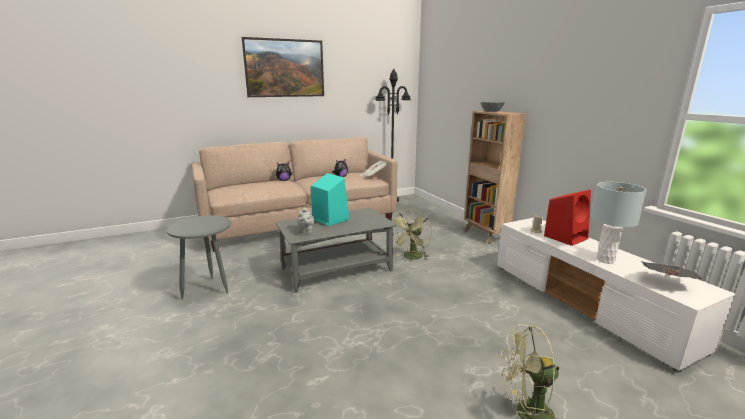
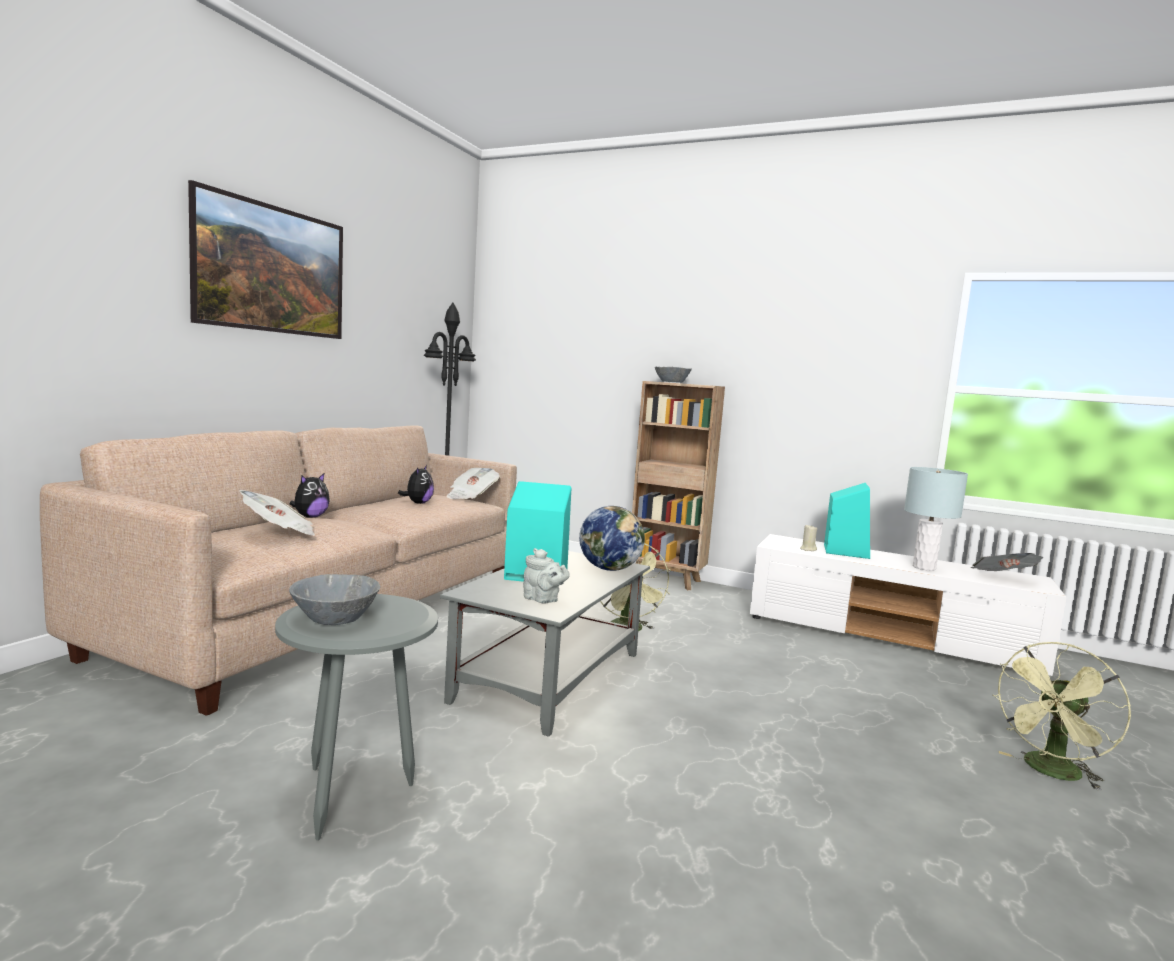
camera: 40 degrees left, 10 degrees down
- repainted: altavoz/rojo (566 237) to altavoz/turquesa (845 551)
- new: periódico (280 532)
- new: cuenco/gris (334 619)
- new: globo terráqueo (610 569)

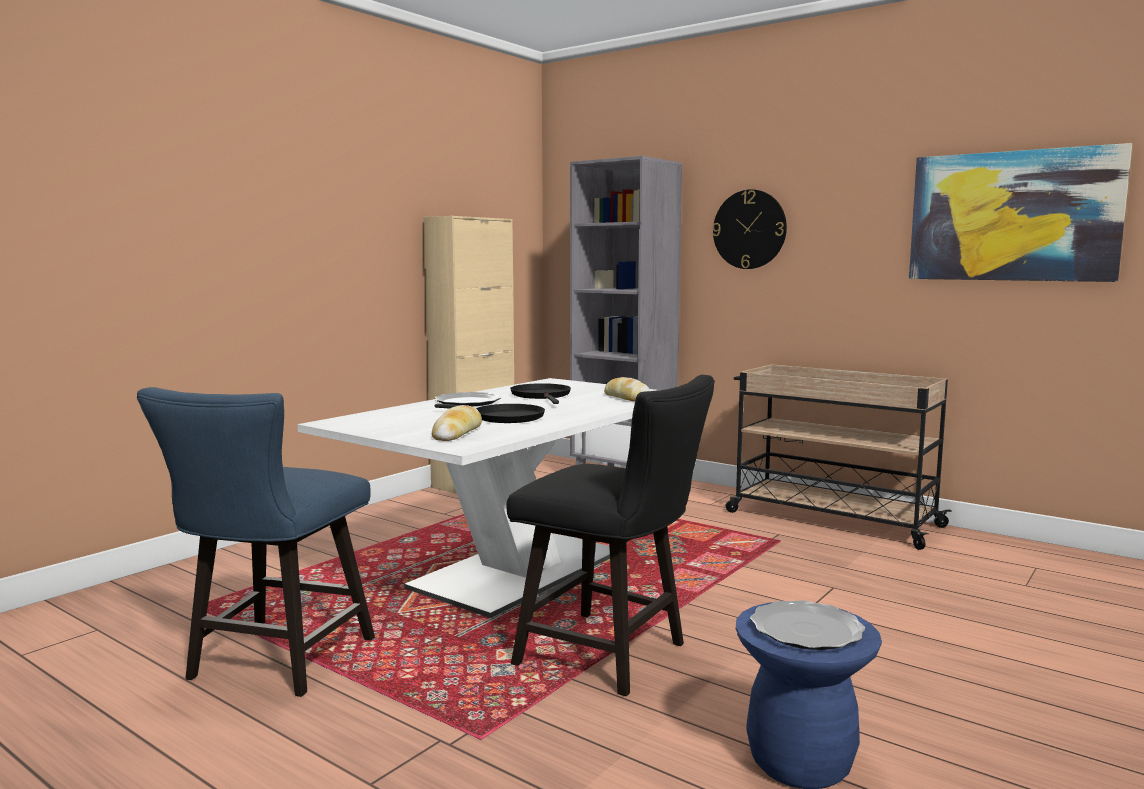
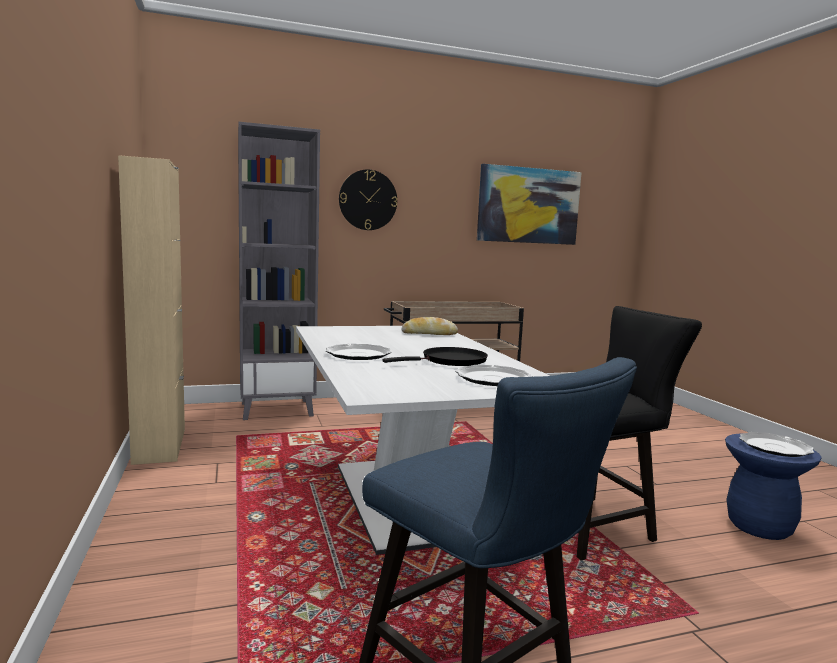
camera: 55 degrees left, 0 degrees up
- swapped: pan (457 433) to plato (493 378)
- gone: sartén/negro (542 396)

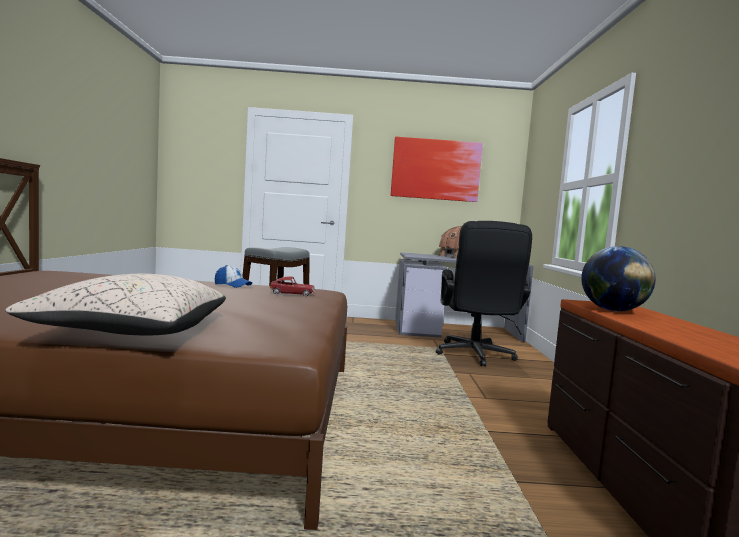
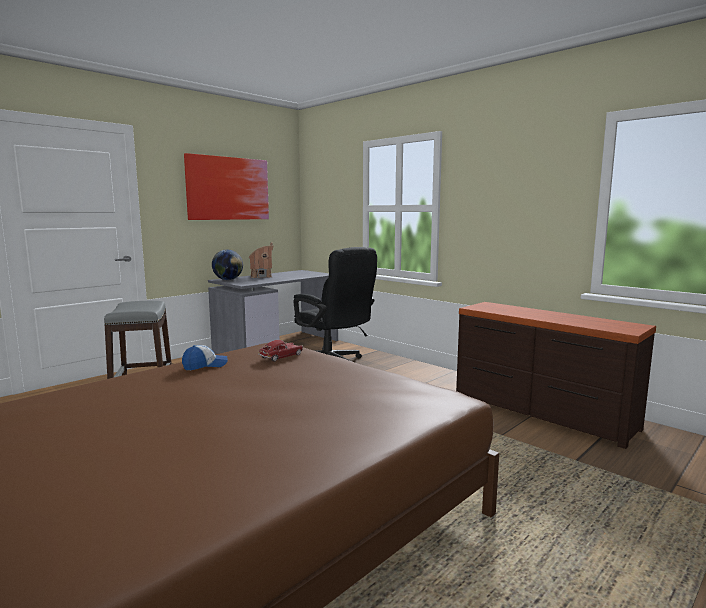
camera: 45 degrees left, 5 degrees up
- gone: cojín/beis (132 332)
- shifted: globo terráqueo (612 310) to (228 280)

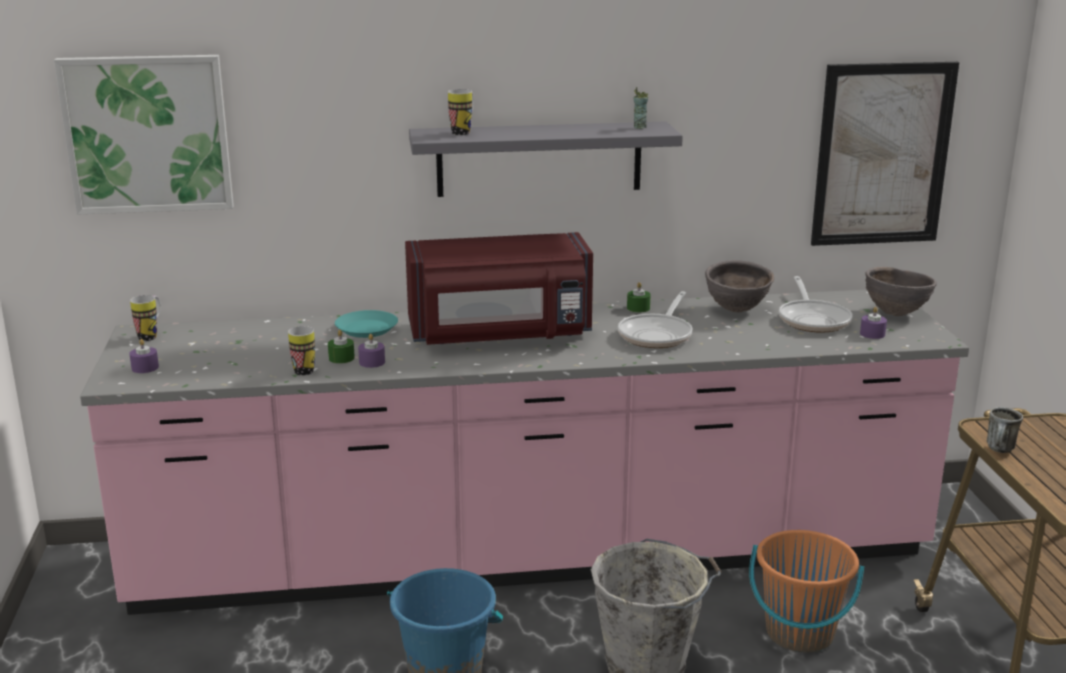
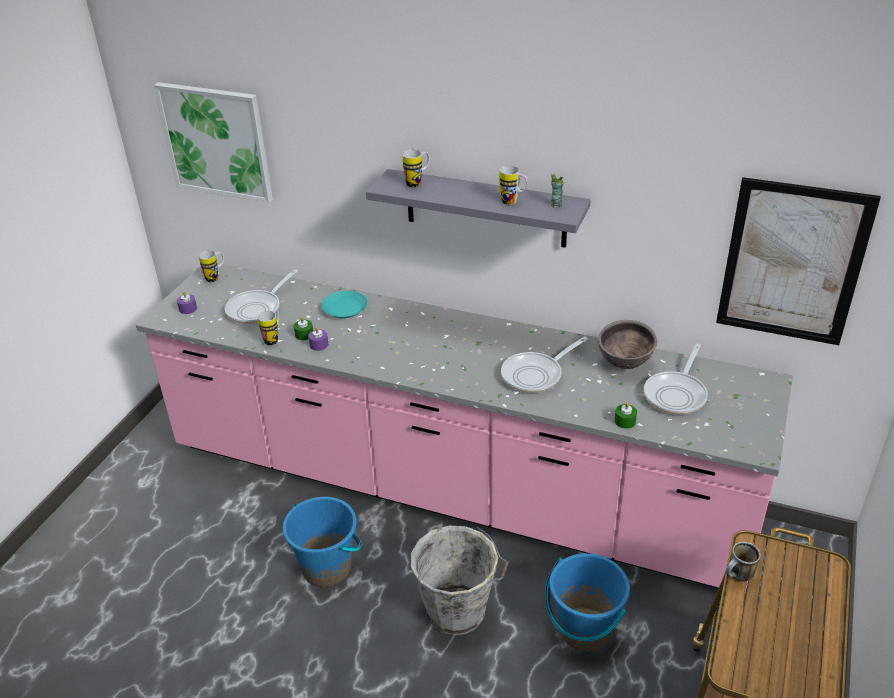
camera: 30 degrees right, 15 degrees up
- gone: microondas/rojo (500 335)
- shifted: vela/verde (638 308) to (625 421)
- repainted: cubo/naranja (799 633) to cubo/azul (584 630)
- gone: vela/morado (872 334)
- gone: cuenco/marrón (896 314)
- new: sartén (257 309)
- new: taza grande (513 202)

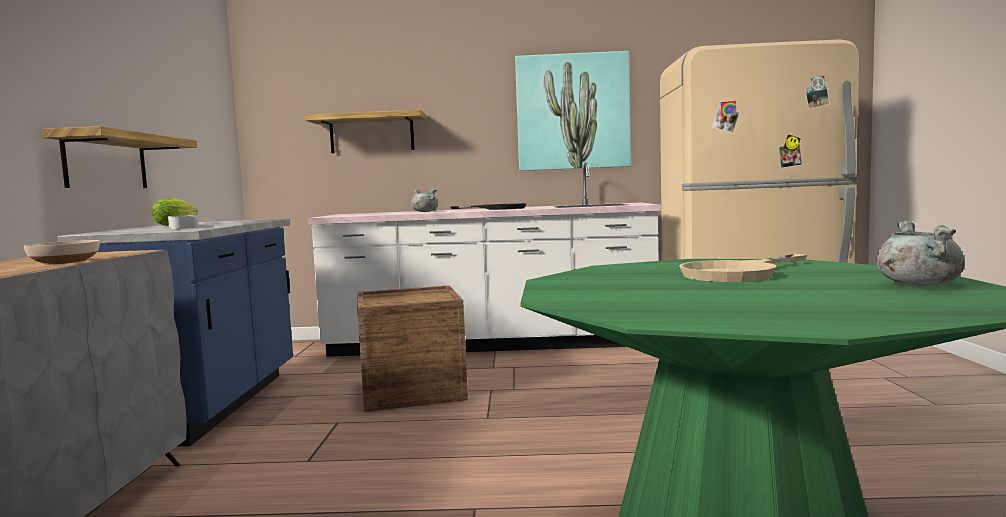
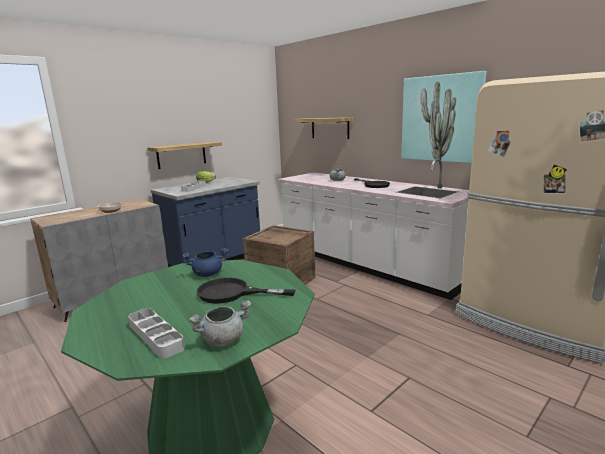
camera: 45 degrees right, 10 degrees up
- repainted: sartén/beis (738 273) to sartén/negro (232 293)
- new: bandeja/gris (155 336)
- new: olla/azul (208 274)

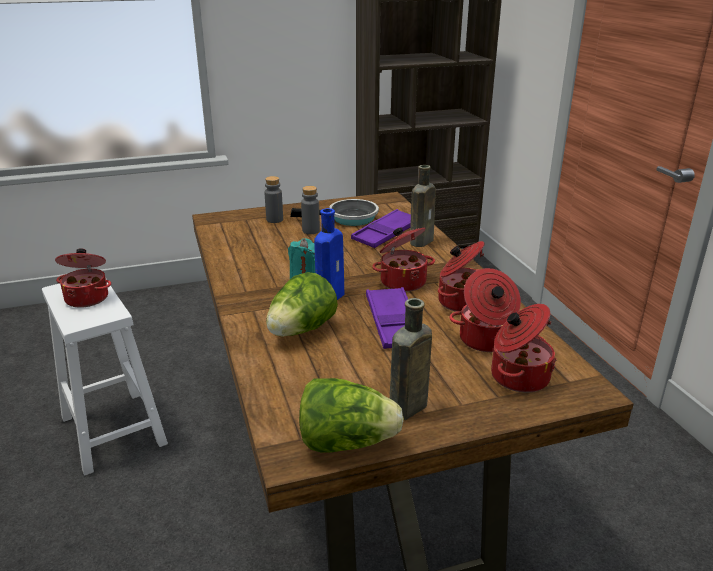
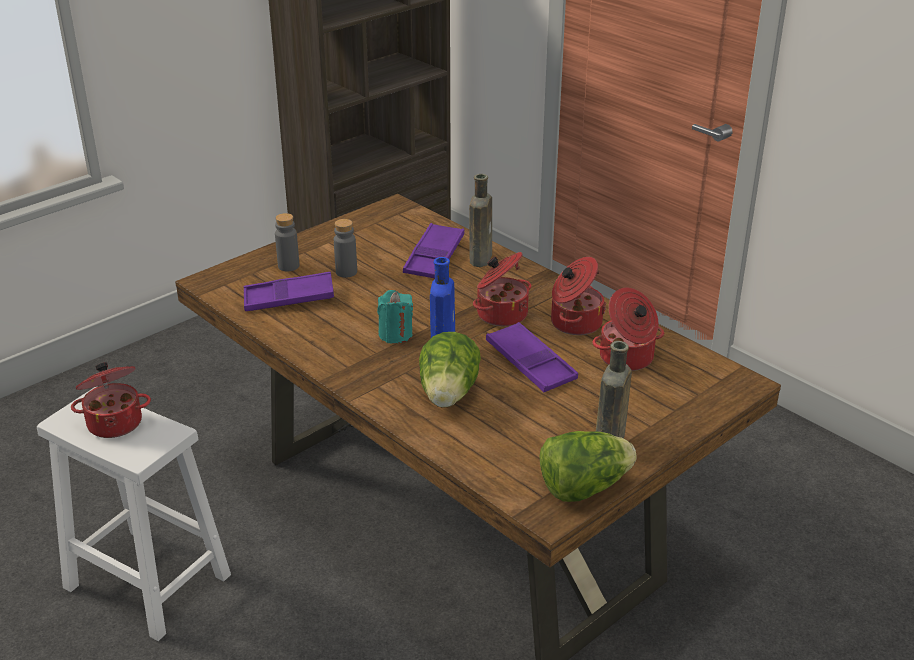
camera: 25 degrees left, 5 degrees up
- gone: sartén (348 218)
- gone: olla (518 376)
- new: bandeja/morado (289 298)

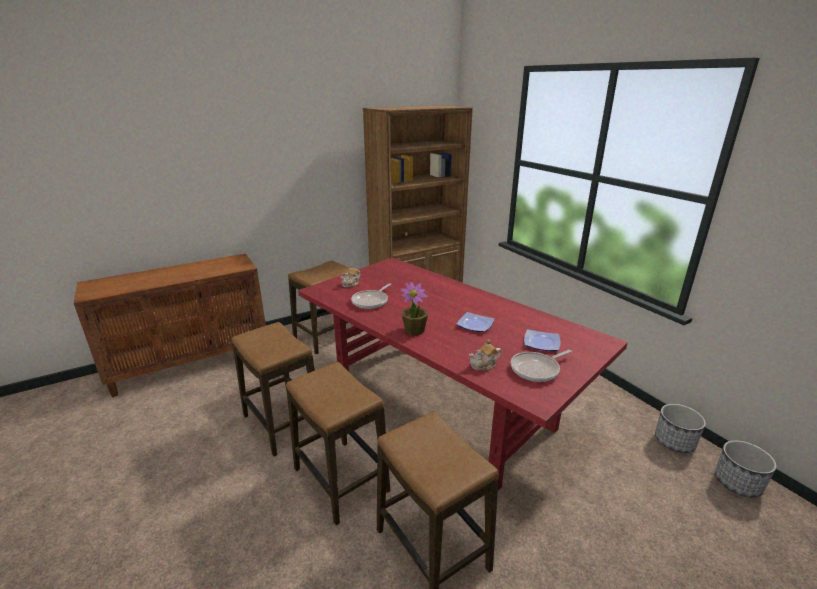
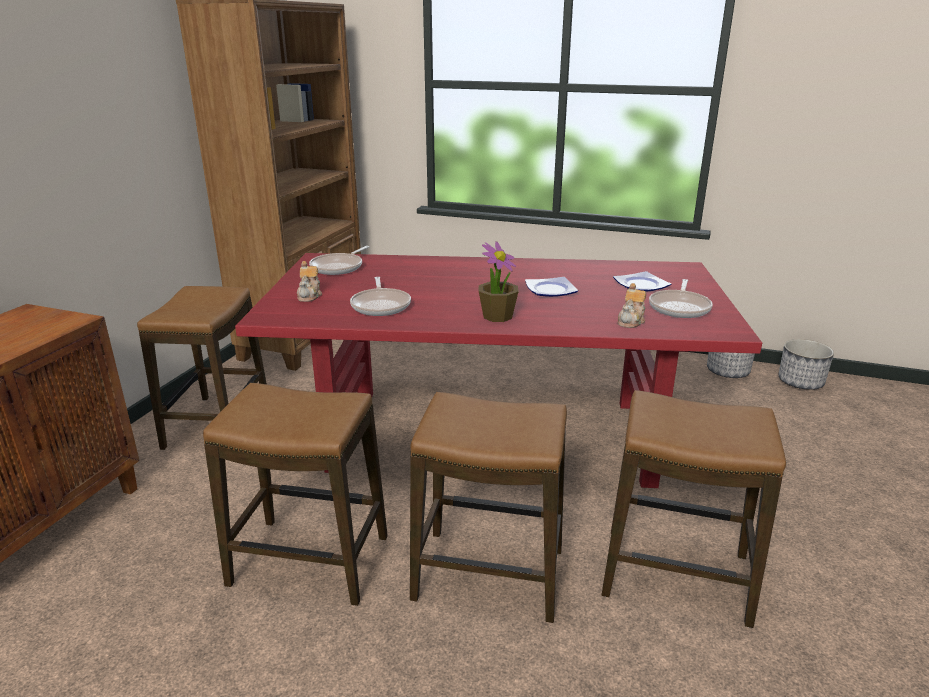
camera: 40 degrees left, 0 degrees up
- new: sartén (339 267)

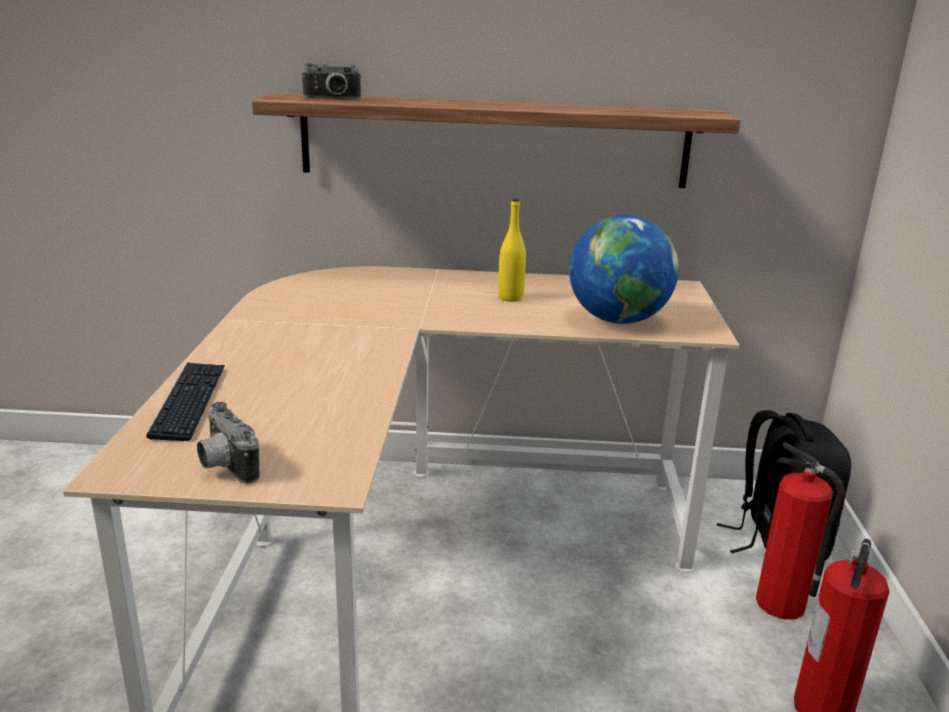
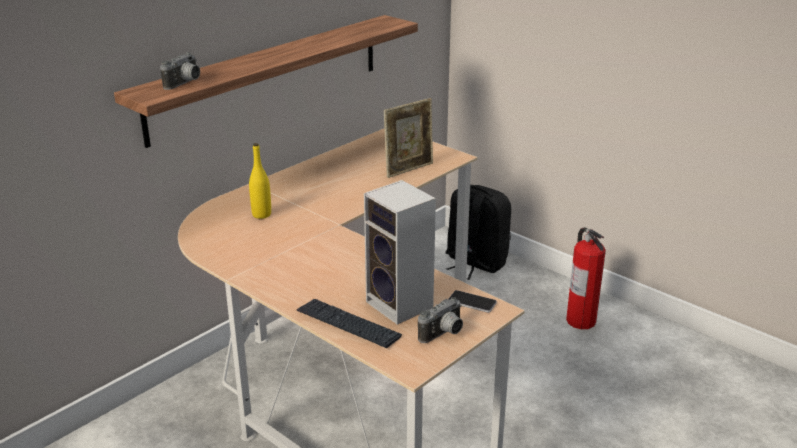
camera: 50 degrees left, 5 degrees up
- rotated: cámara (224 467) = (444 334) 45 degrees counterclockwise
- shifted: botella/amarillo (510 298) to (261 214)
- swapped: globo terráqueo (617 320) to portarretratos (409 169)
- gone: extintor (781 604)
- new: altavoz (402 305)
- new: móvil (472 302)

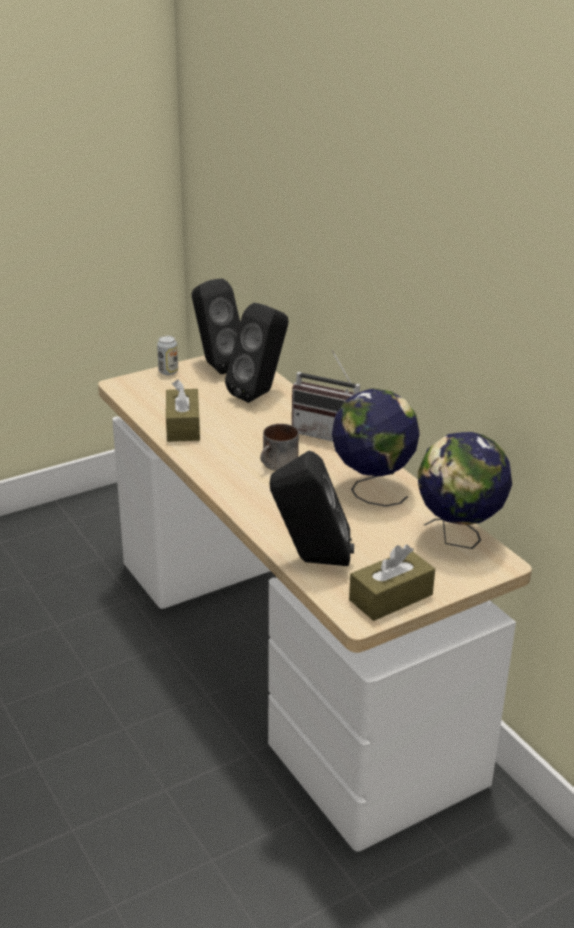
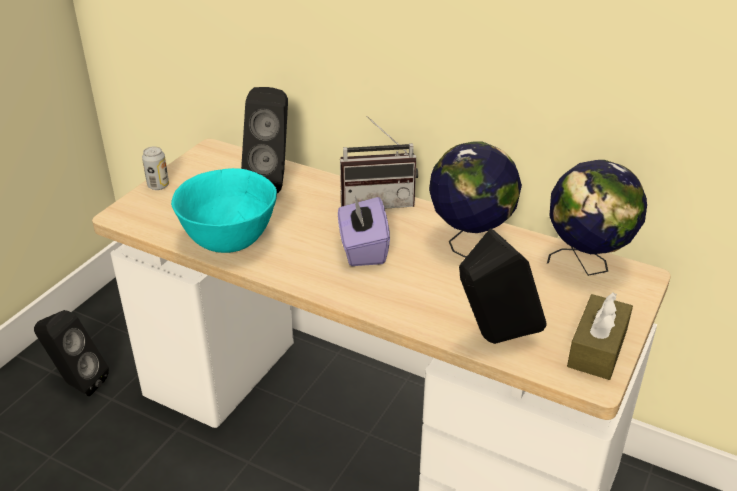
camera: 30 degrees left, 5 degrees up
- swapped: caja de pañuelos/marrón (183 426) to cuenco/turquesa (230 240)
- shifted: altavoz/negro (216 366) to (77 384)
- swapped: taza grande (278 464) to caja de pañuelos/morado (362 249)

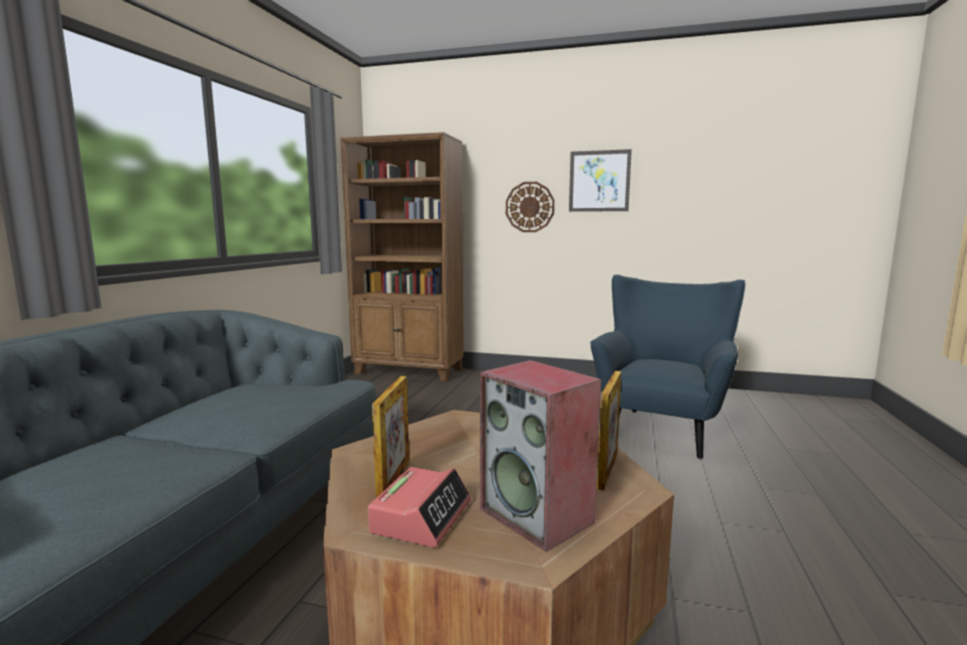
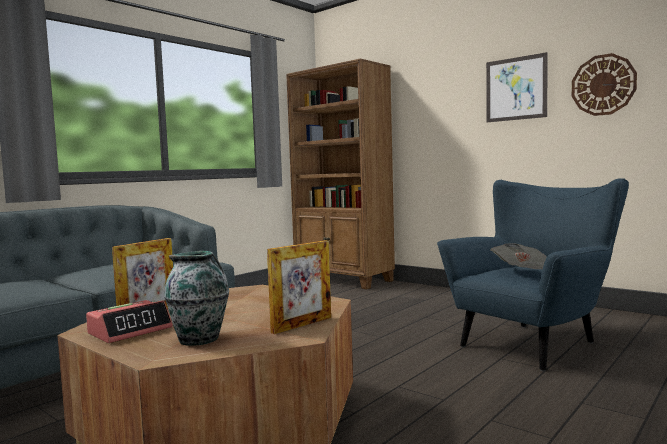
camera: 25 degrees right, 5 degrees down
- swapped: altavoz (538 516) to florero (200 339)
- shifted: reloj de pared (529 207) to (603 85)
- new: periódico (522 273)

